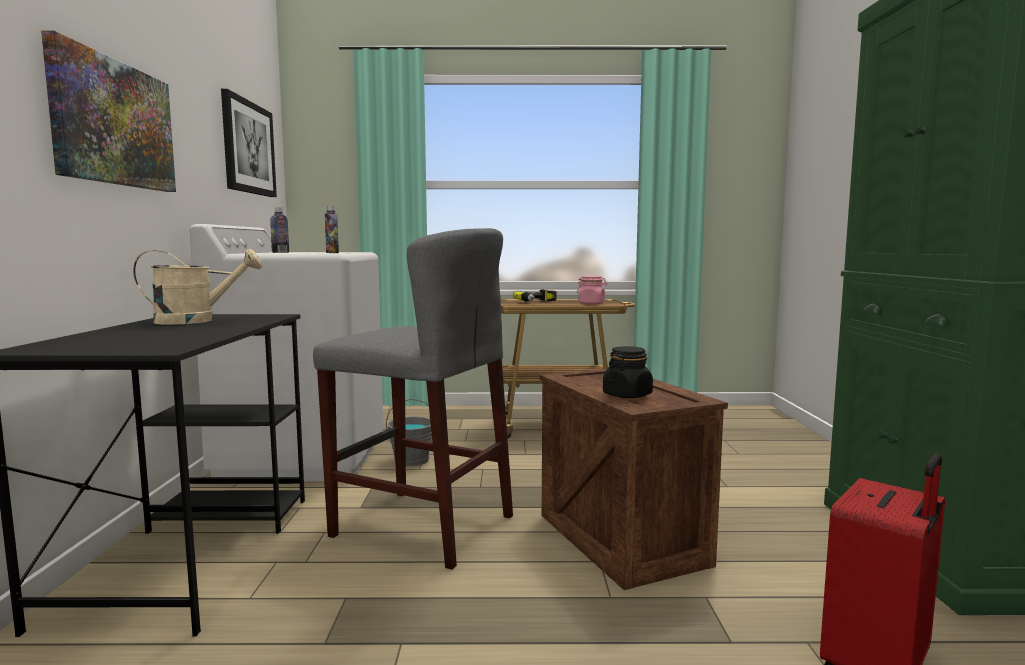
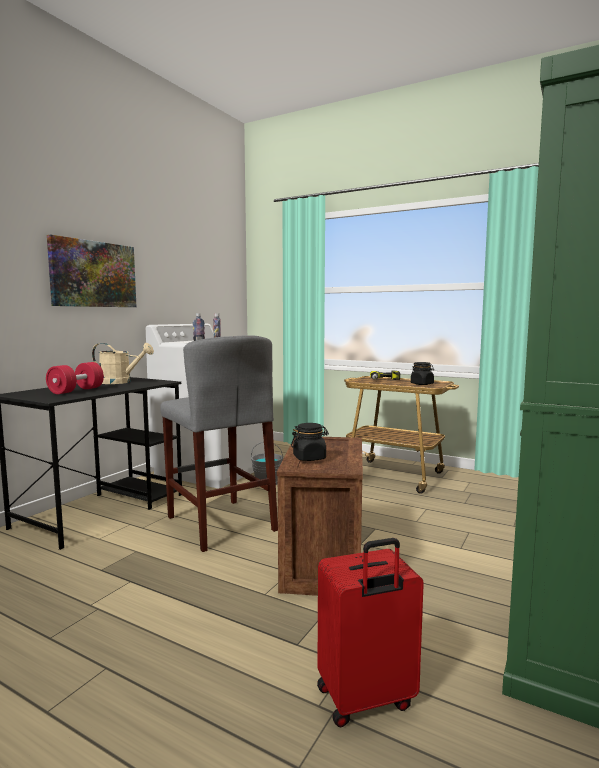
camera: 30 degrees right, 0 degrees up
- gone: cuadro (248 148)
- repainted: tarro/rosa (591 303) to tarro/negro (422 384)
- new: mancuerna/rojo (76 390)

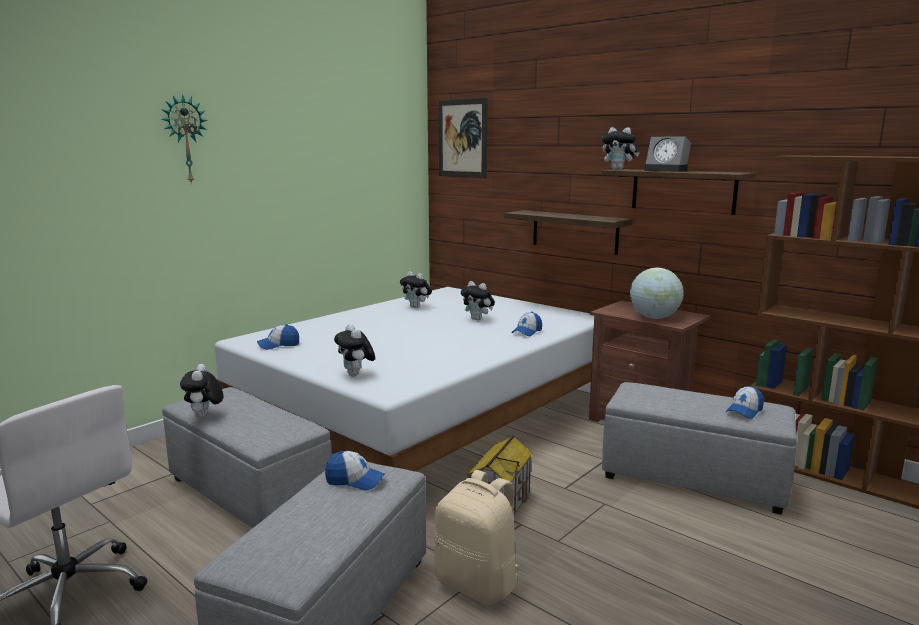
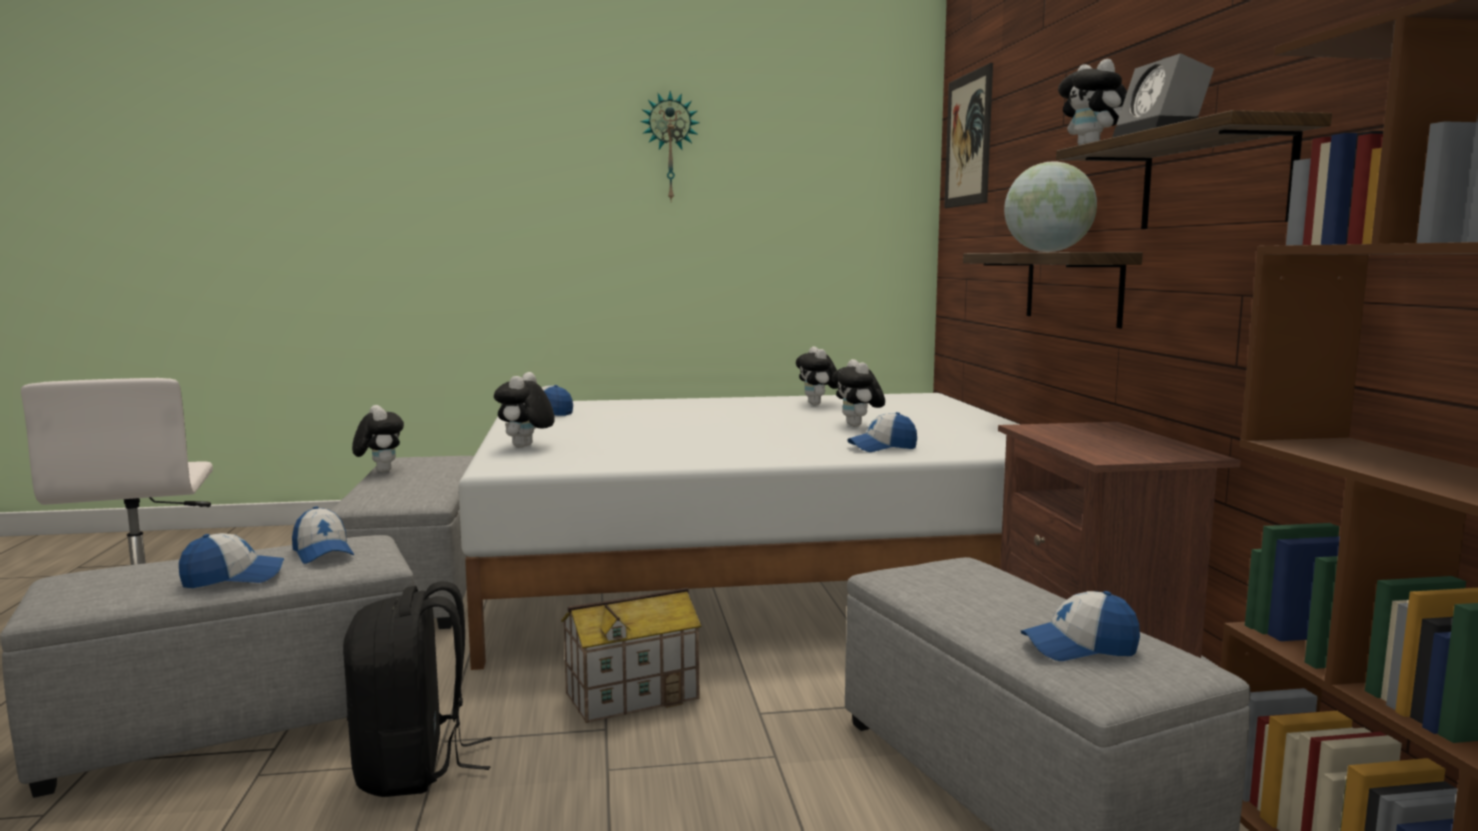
camera: 40 degrees right, 5 degrees down
- shifted: reloj de pared (185 139) to (670 147)
- rotated: peluche (204 416) = (380 471) 120 degrees clockwise
- repainted: mochila/beis (478 584) to mochila/negro (414 768)
- shifted: globo terráqueo (654 318) to (1047 252)
- new: gorra (233 578)

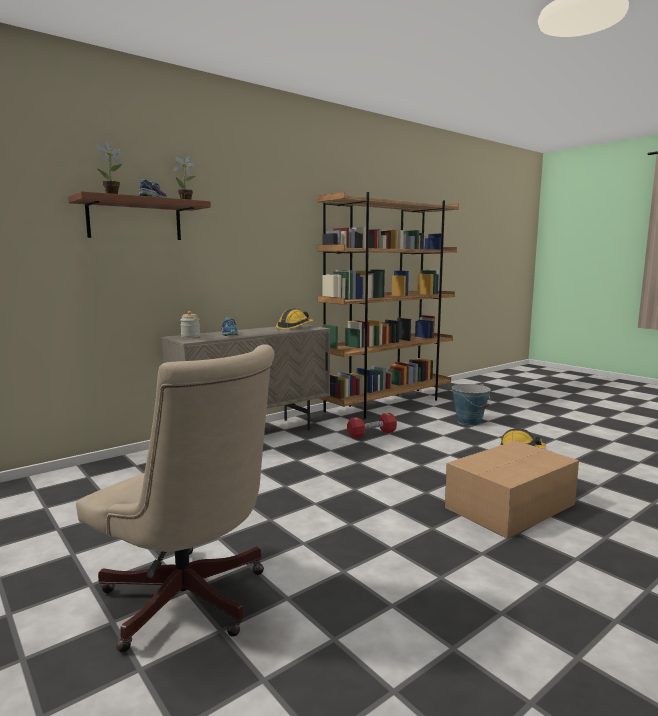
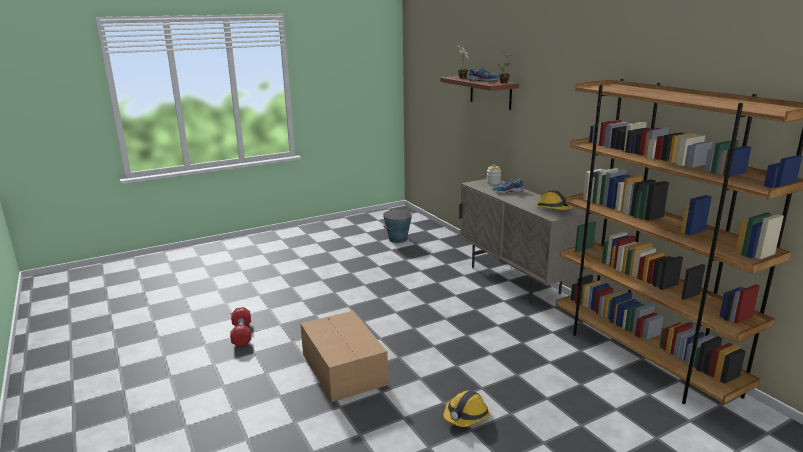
camera: 100 degrees right, 10 degrees up
- gone: silla de oficina/beis (190 603)
- shifted: mancuerna/rojo (371 434) to (242 334)
- shifted: cubo (469 422) to (398 239)

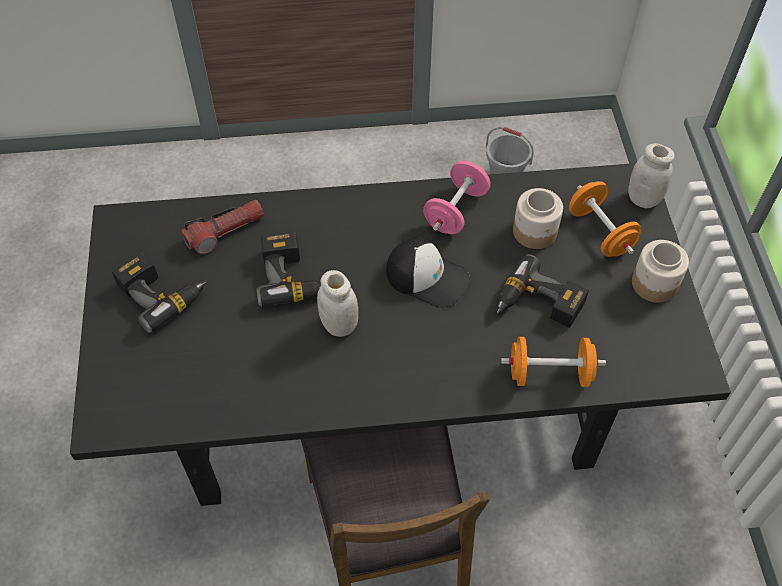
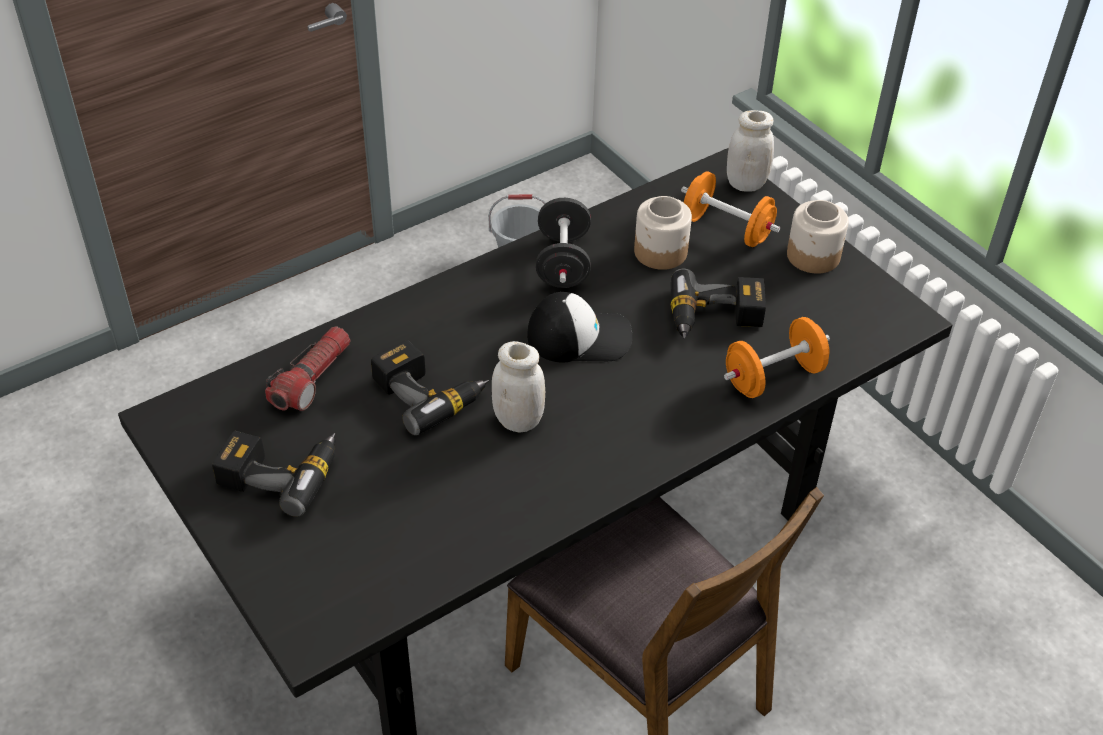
camera: 30 degrees left, 10 degrees down
- repainted: mancuerna/rosa (455 211) to mancuerna/negro (563 262)

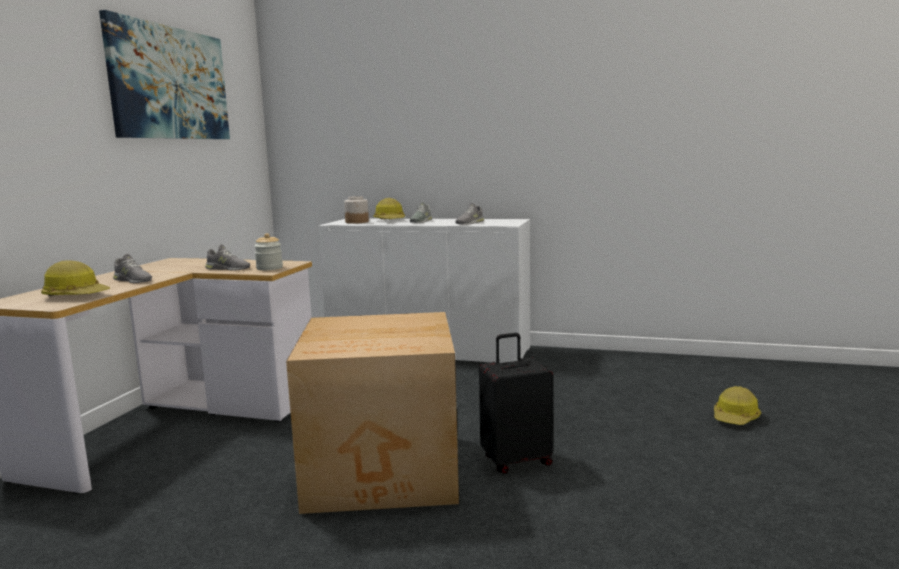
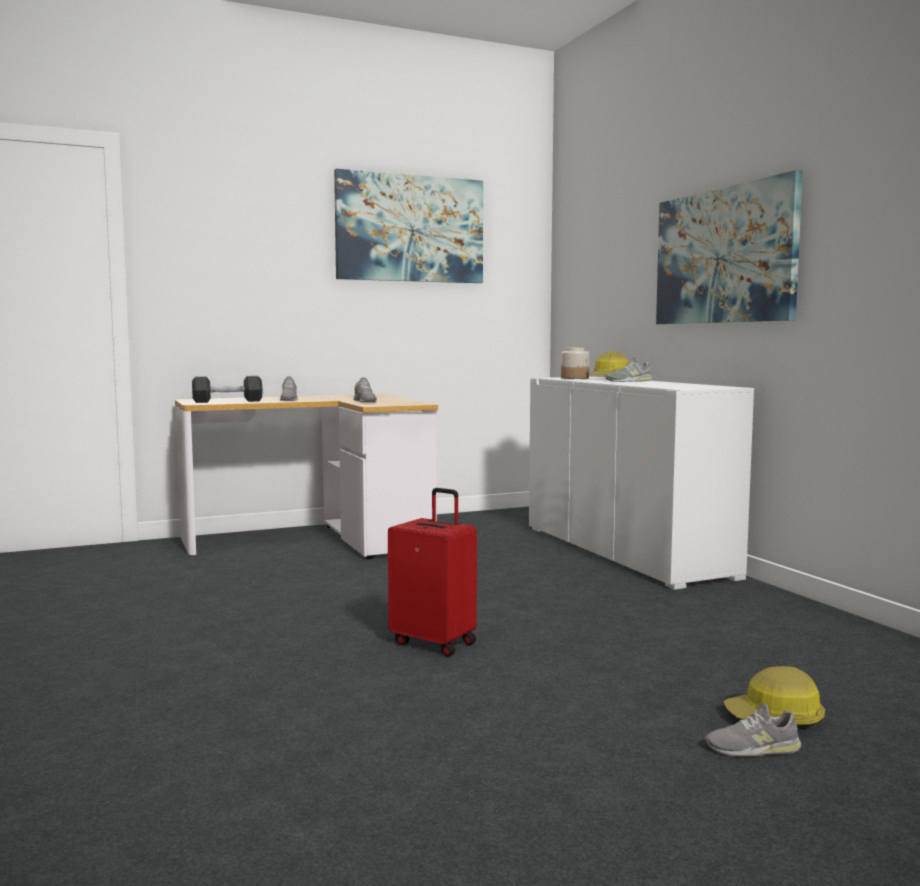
camera: 50 degrees right, 5 degrees down
- swapped: casco (76 296) to mancuerna/gris (227 401)
- gone: tarro (269 268)
- gone: caja de cartón (384 471)
- shifted: zapato/gris (470 223) to (752 748)
- repainted: maleta/negro (516 460) to maleta/rojo (435 642)
- new: cuadro (724 256)

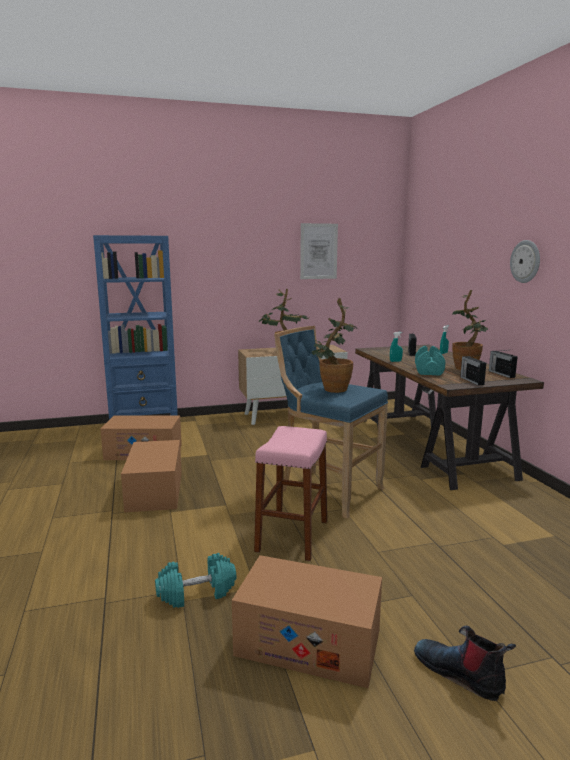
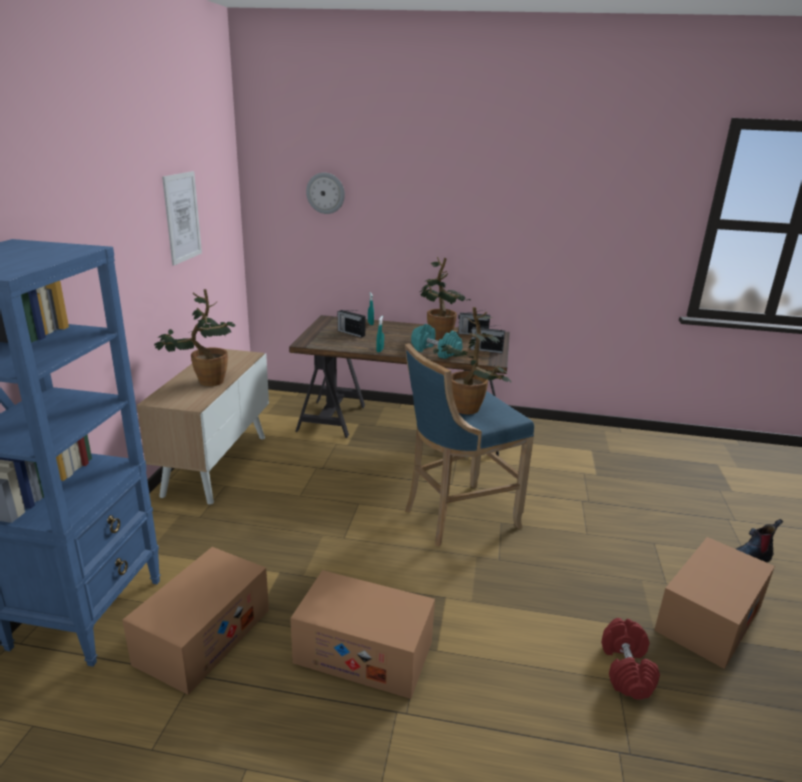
camera: 65 degrees left, 10 degrees up
- repainted: mancuerna/turquesa (196 593) to mancuerna/rojo (626 669)
- gone: taburete/rosa (292 536)
- shifted: reloj de pared (525 261) to (325 193)

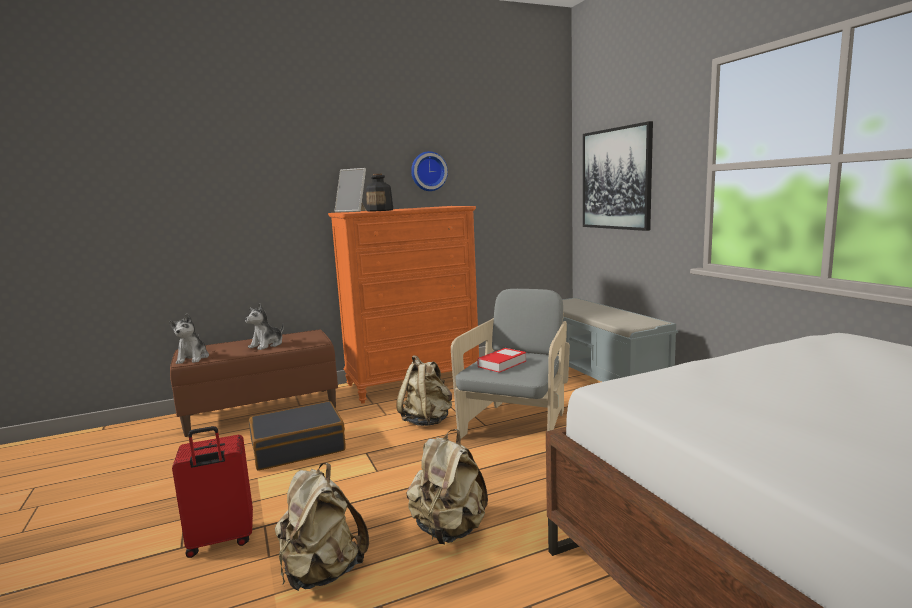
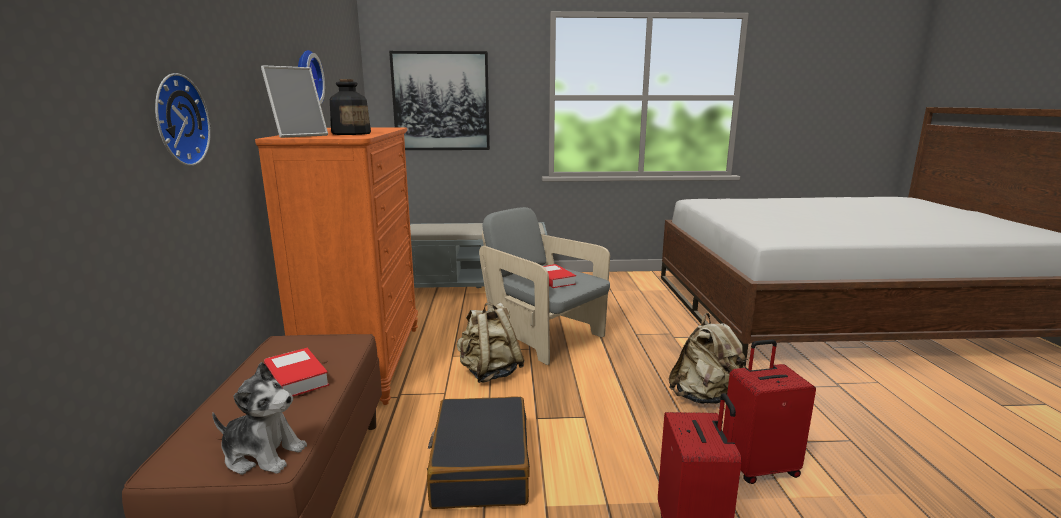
camera: 70 degrees left, 5 degrees up
- swapped: peluche (267 345) to libro (296 378)
- swapped: mochila/beis (321 573) to maleta/rojo (758 467)
- new: reloj de pared (176 120)

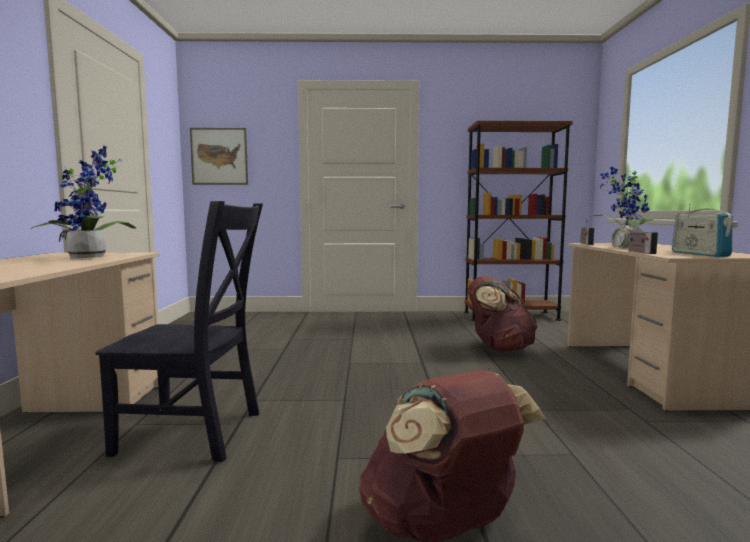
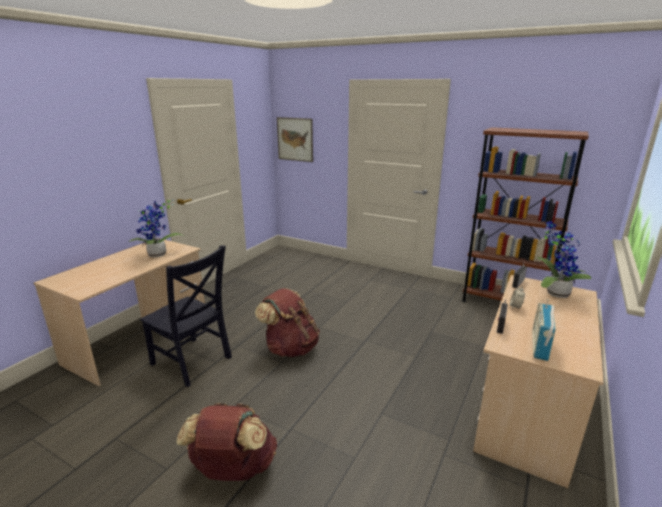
camera: 30 degrees right, 15 degrees up
- shifted: mochila/marrón (498 348) to (290 348)

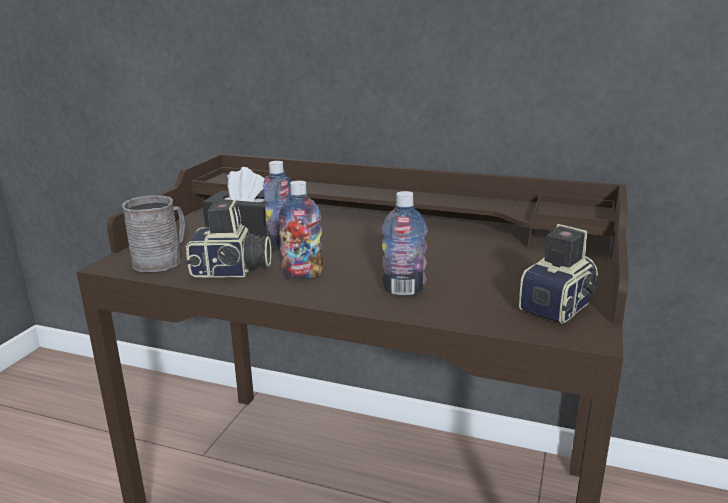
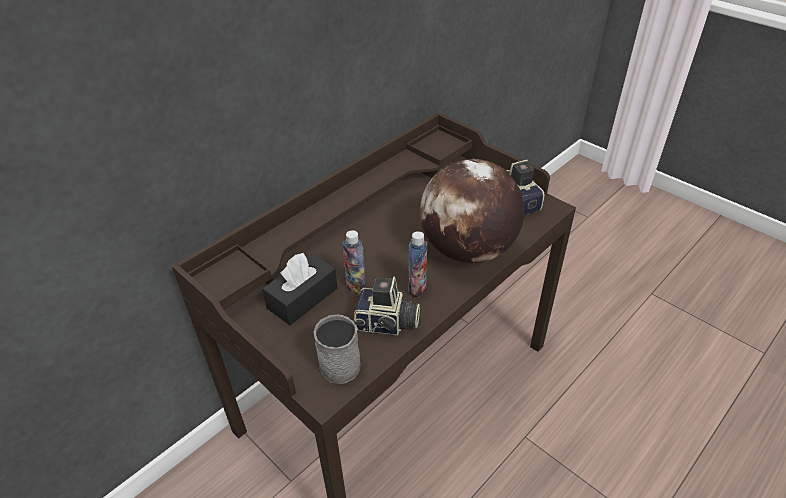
camera: 65 degrees left, 20 degrees up
- rotated: cámara (231 271) = (387 324) 75 degrees clockwise
- swapped: botella (403 290) to globo terráqueo (468 250)

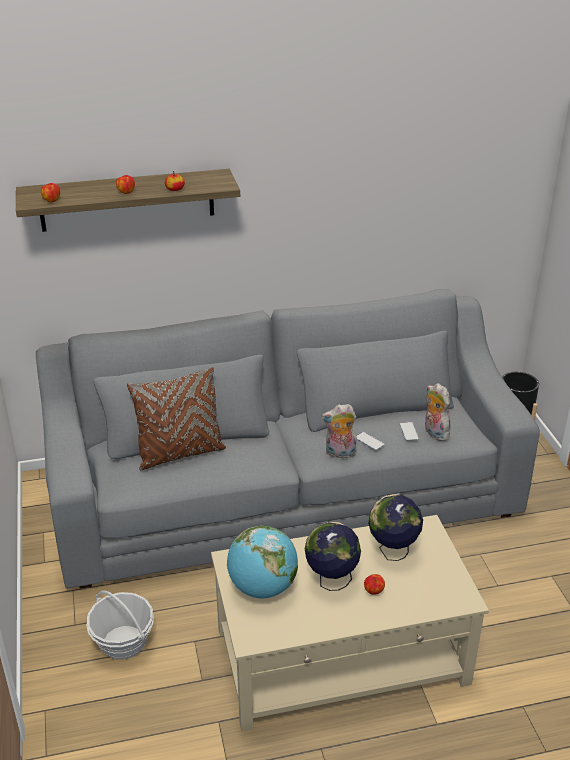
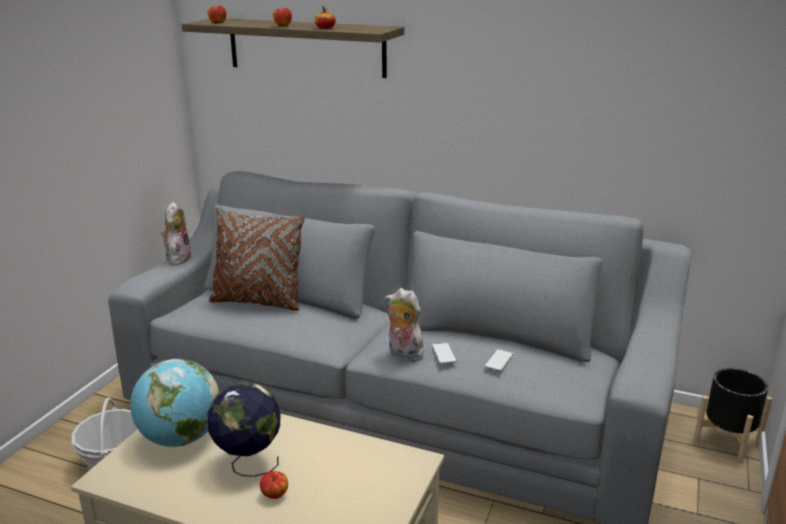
camera: 35 degrees right, 10 degrees down
- gone: globo terráqueo (392 552)
- shifted: peluche (434 433) to (178 258)

